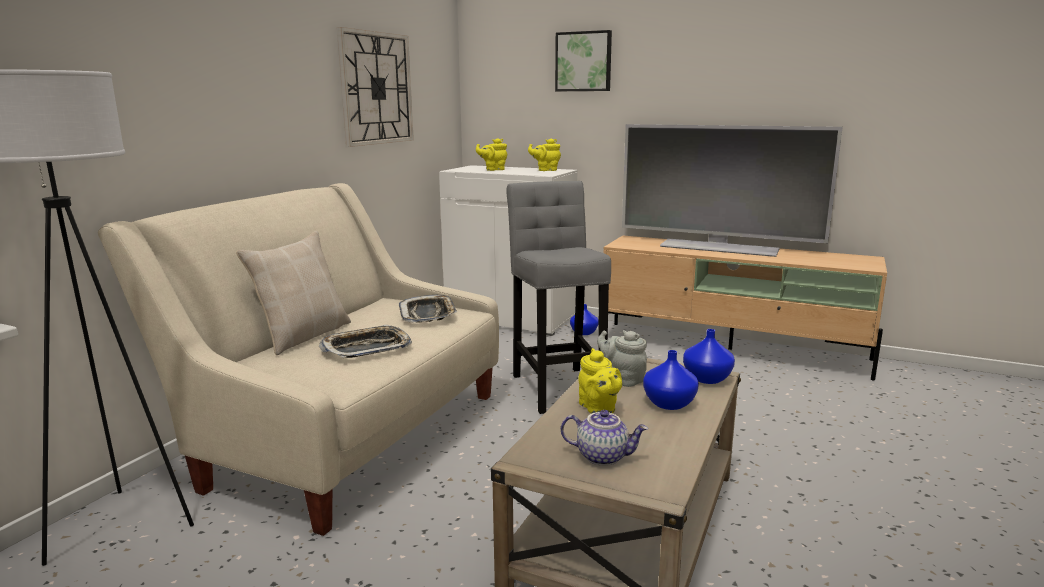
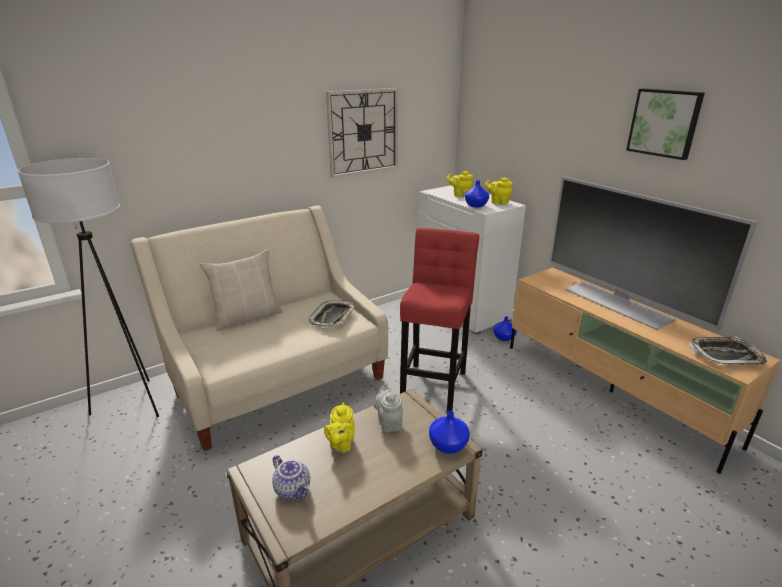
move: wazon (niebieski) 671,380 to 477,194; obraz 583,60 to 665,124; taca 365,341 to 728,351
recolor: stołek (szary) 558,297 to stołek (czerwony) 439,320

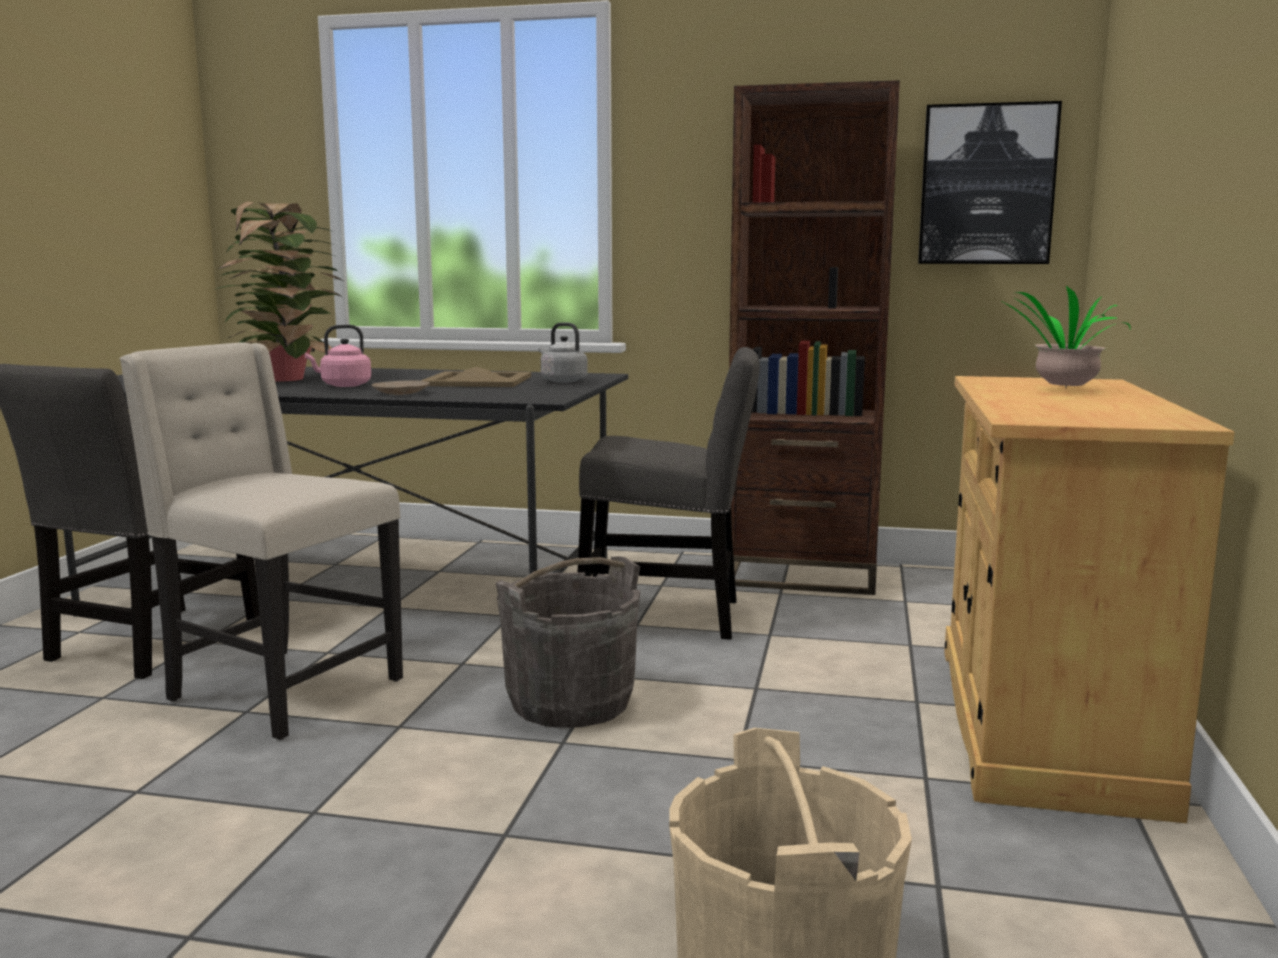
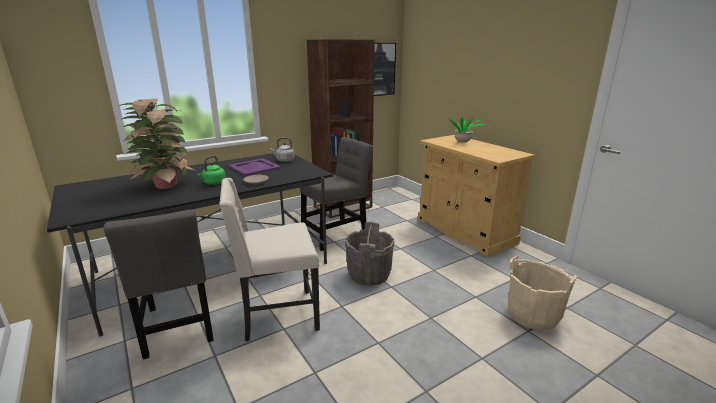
recolor: czajnik (różowy) 338,355 to czajnik (zielony) 211,170; taca (beżowy) 476,377 to taca (fioletowy) 254,167

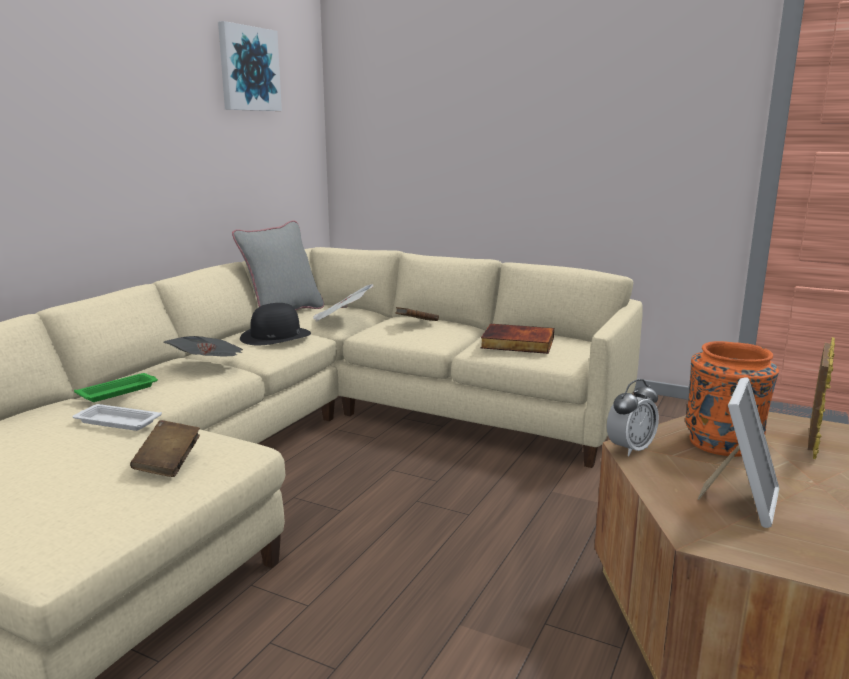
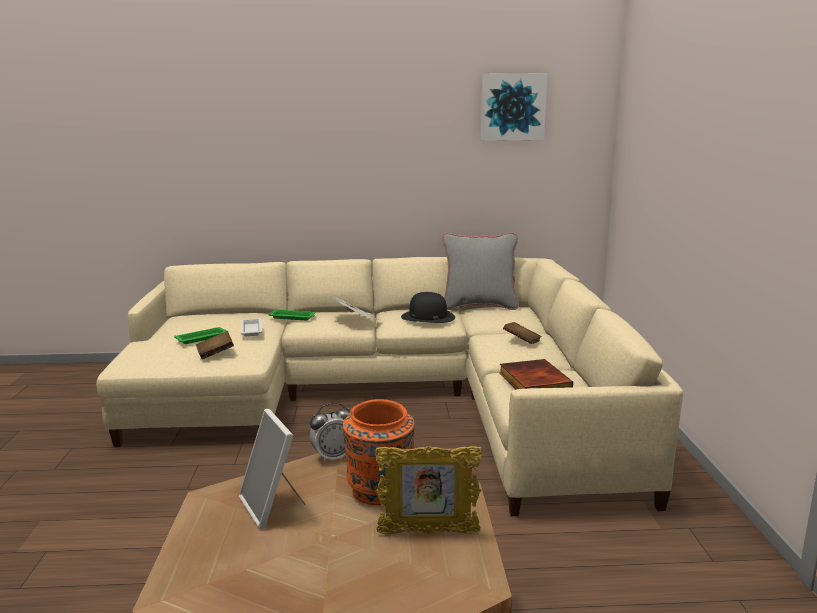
delete: gazeta 343,303
insert: taca (zielony) 200,335
rotate: ramka na zdjęcie 738,452 = 272,469 60 degrees clockwise; budzik 633,418 = 330,433 45 degrees counterclockwise

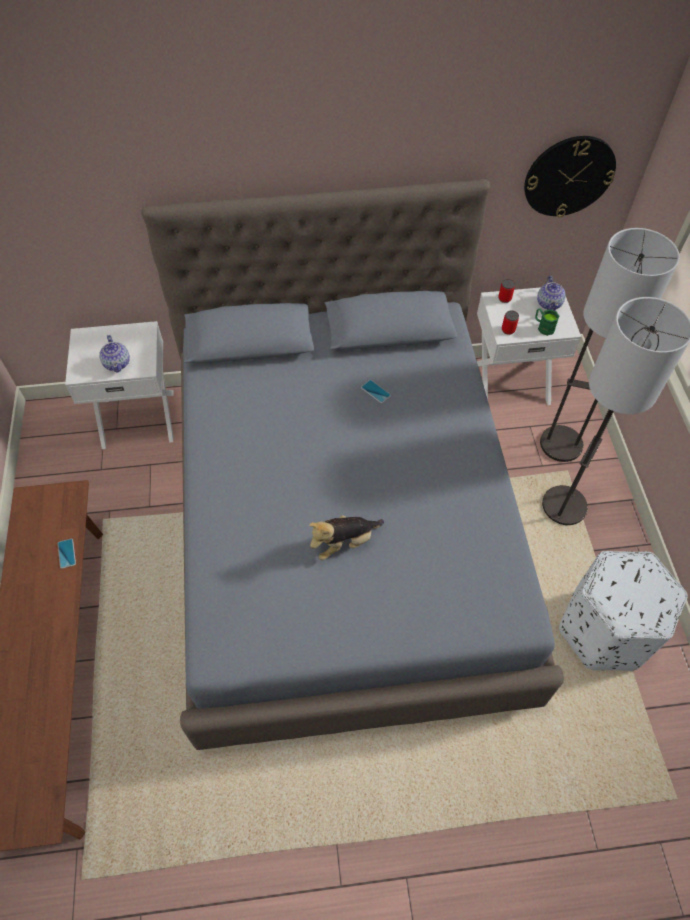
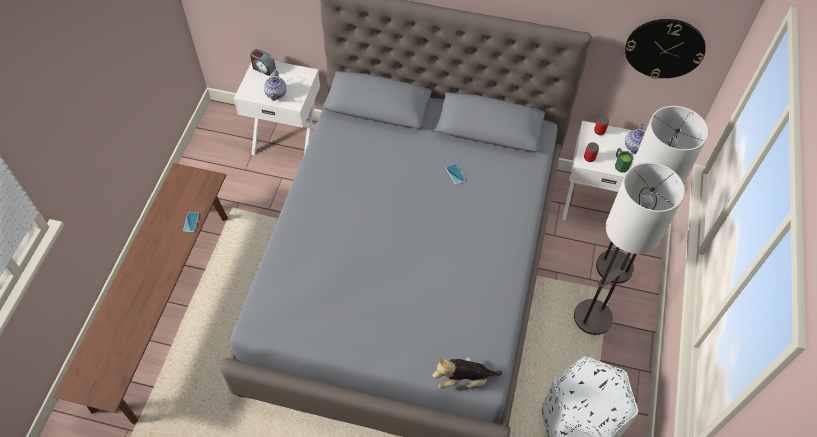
insert: budzik 263,62
move: pluszak 346,538 to 467,373

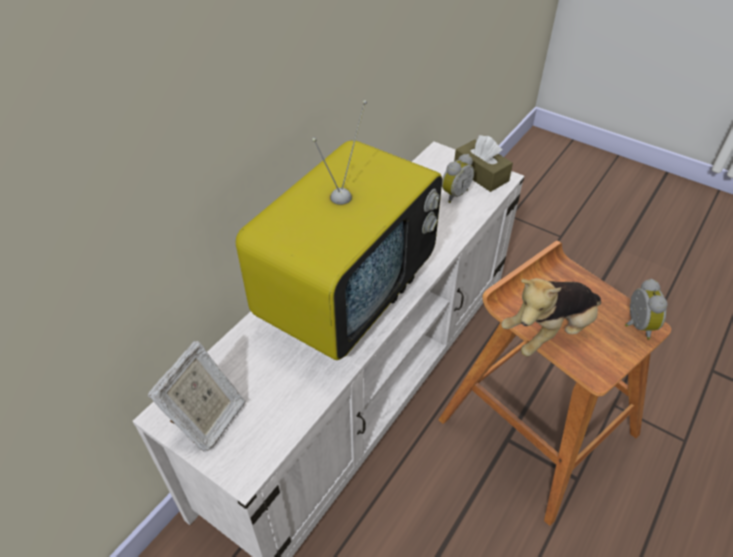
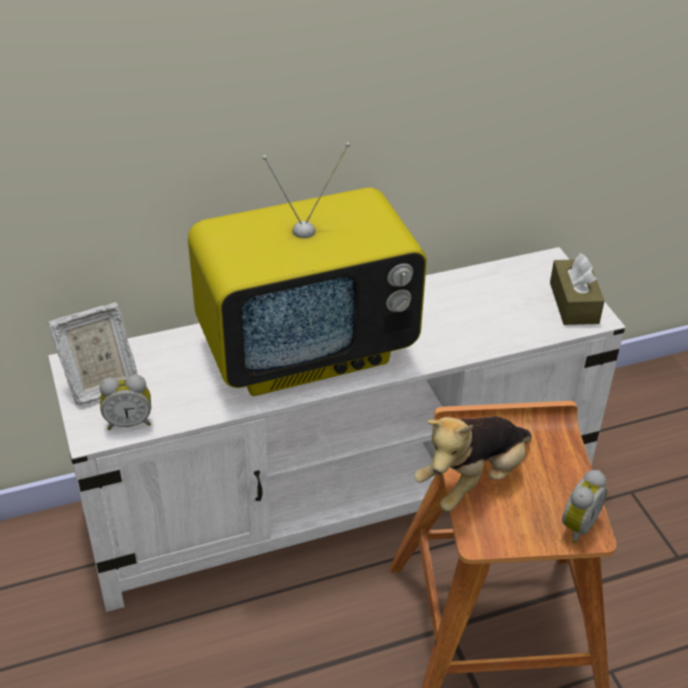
move: budzik 458,178 to 125,402
rotate: pluszak 551,317 = 473,464 45 degrees counterclockwise

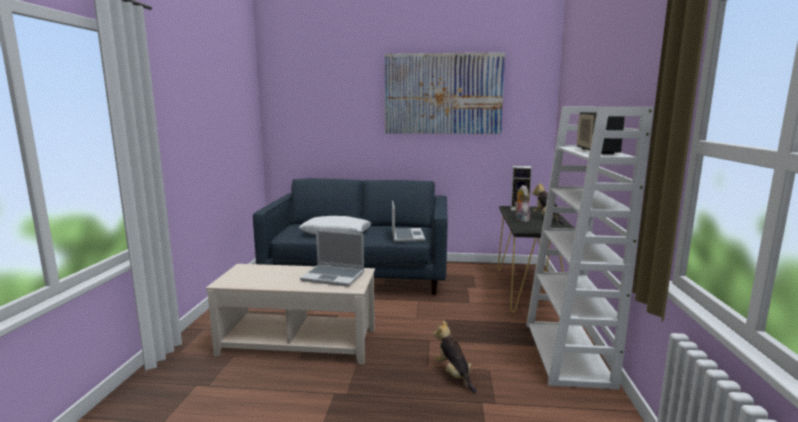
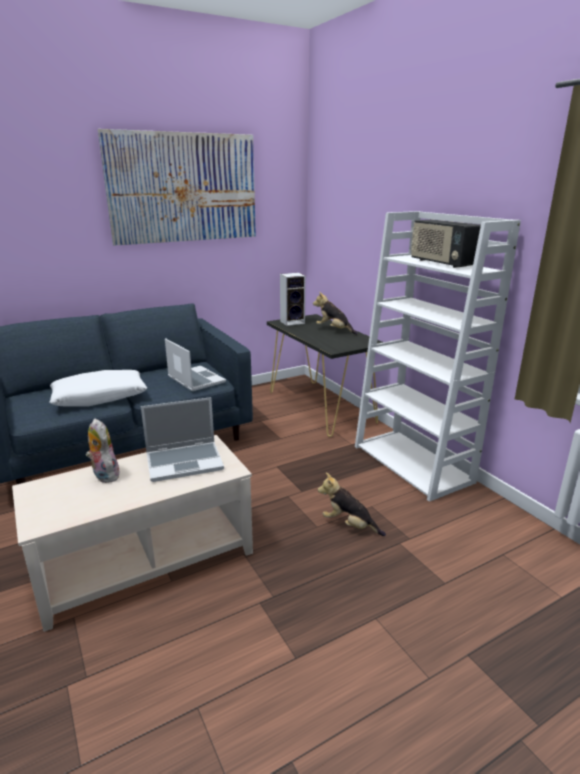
move: pluszak 522,203 to 103,450

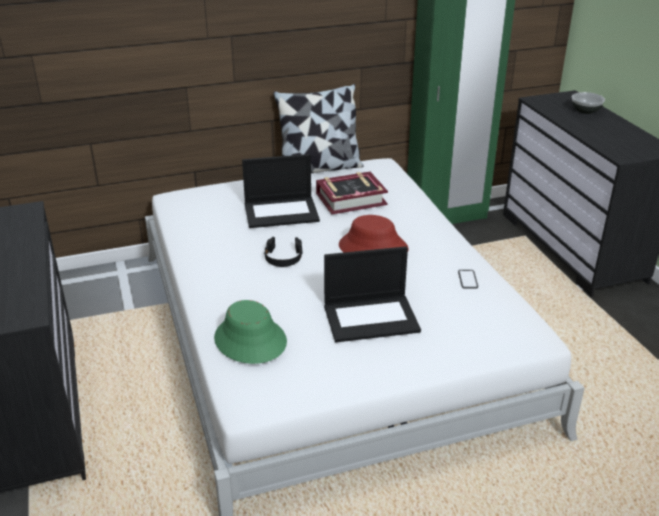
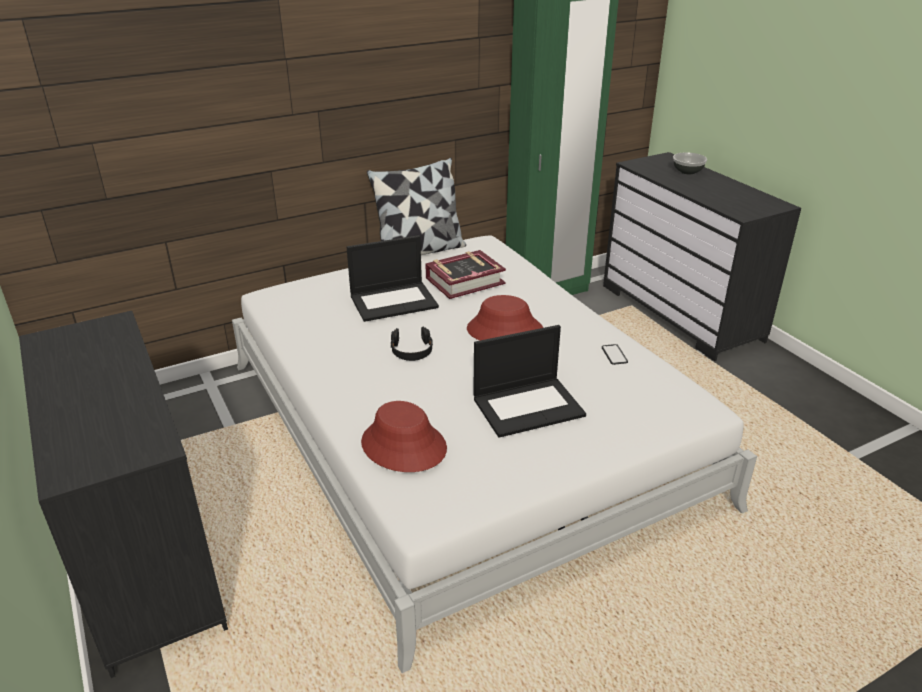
recolor: kapelusz (zielony) 250,332 to kapelusz (czerwony) 404,436

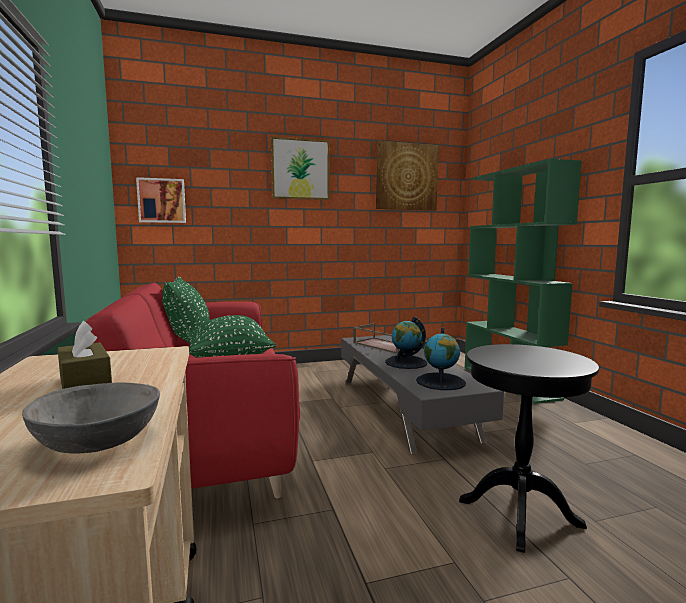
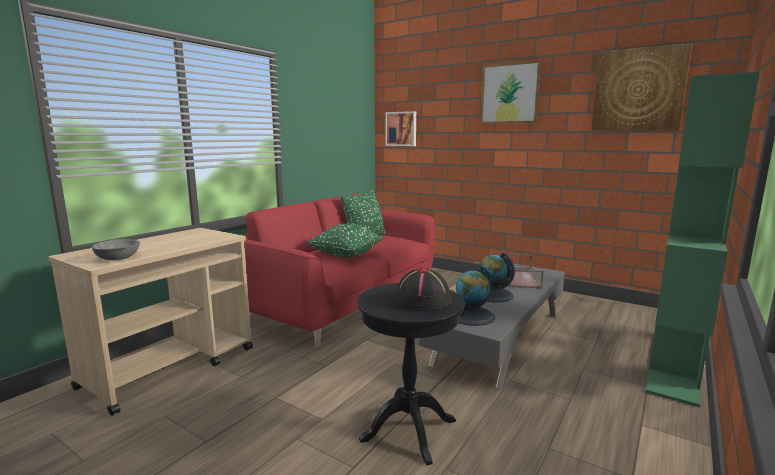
delete: pudełko chusteczek (brązowy) 84,355
insert: kapelusz (czarny) 423,289

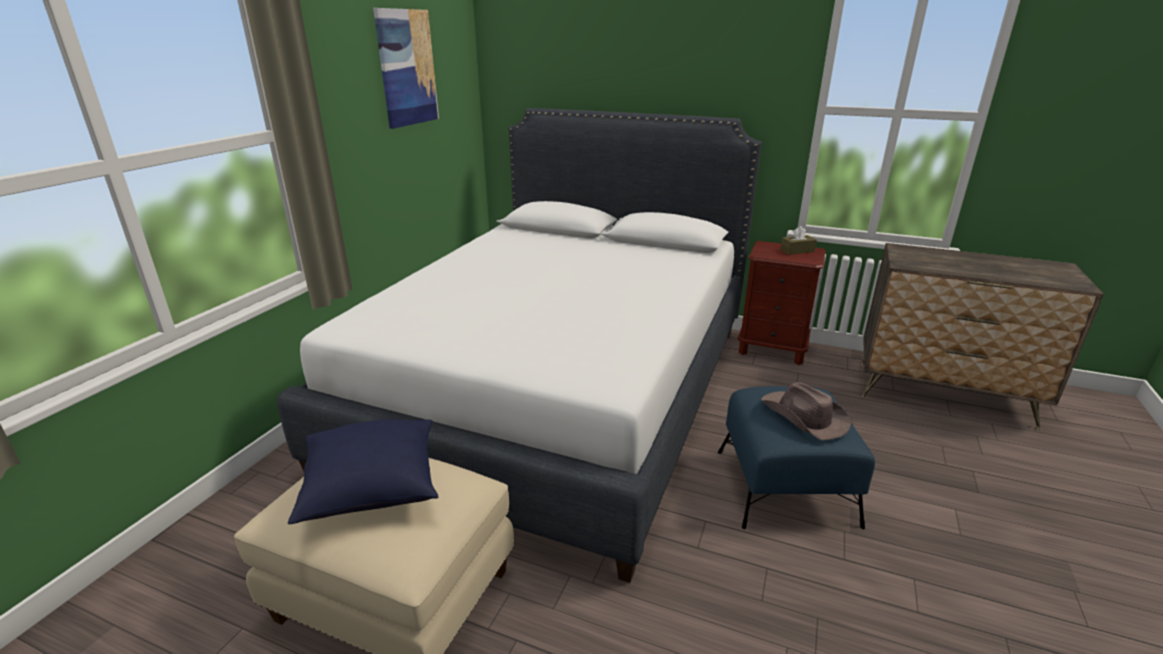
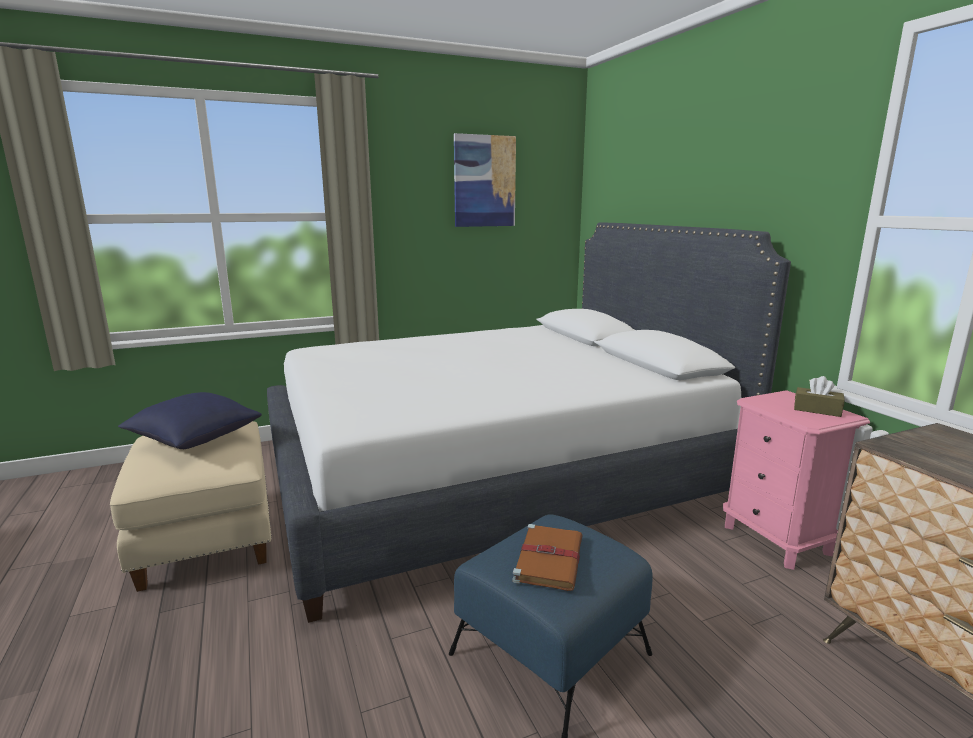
replace: kapelusz (brązowy) 806,411 to książka (brązowy) 547,557
recolor: szafka nocna (brązowy) 781,303 to szafka nocna (różowy) 796,480

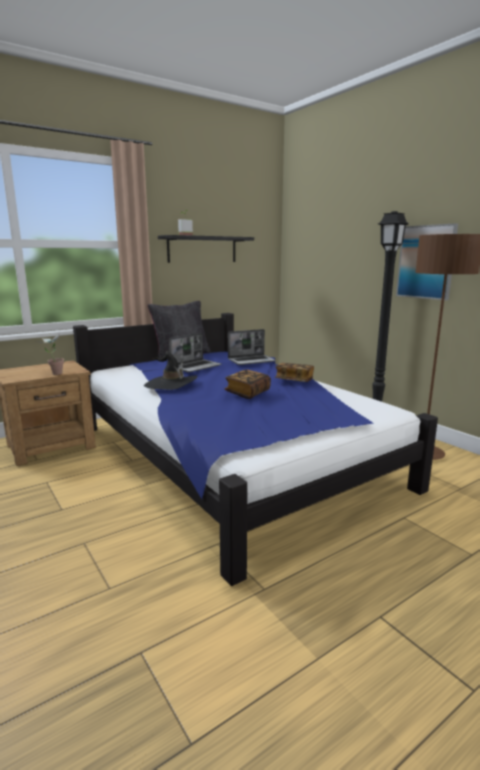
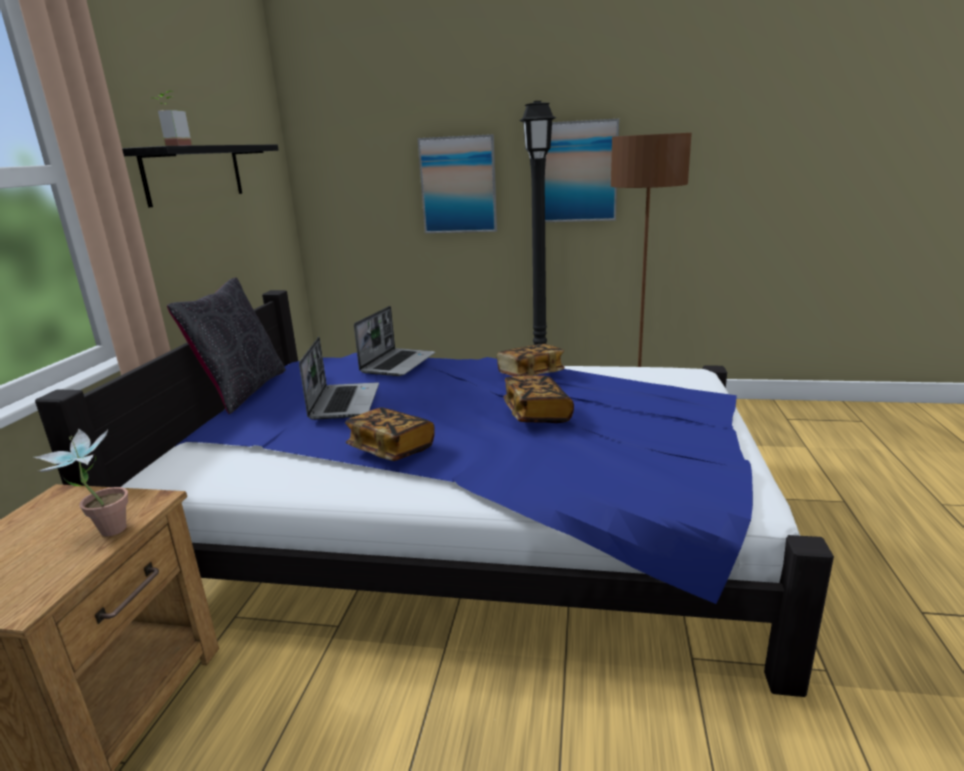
insert: obraz 457,183
replace: kapelusz (czarny) 171,370 to książka 390,434

